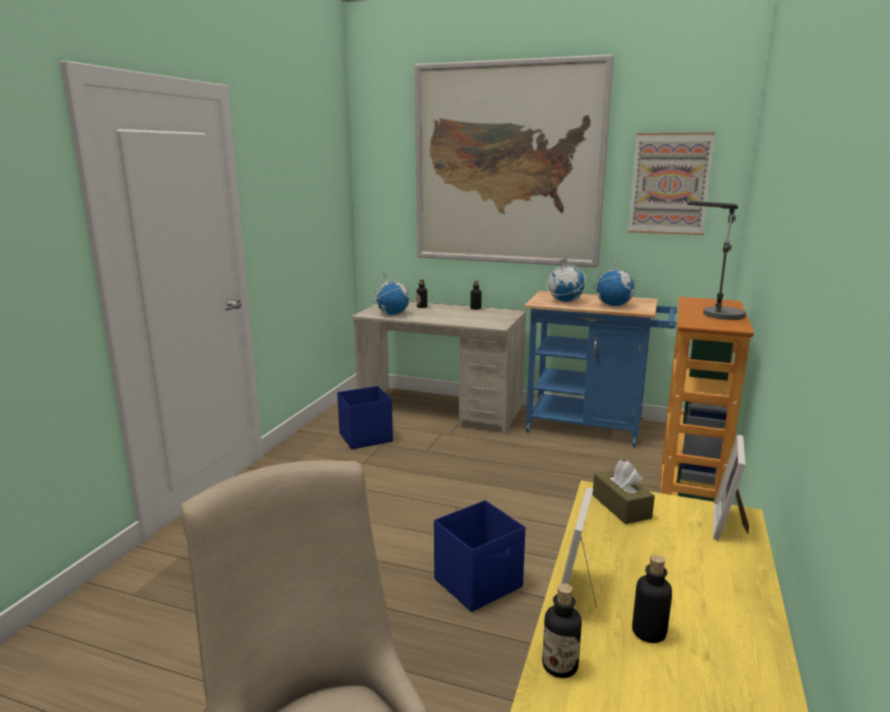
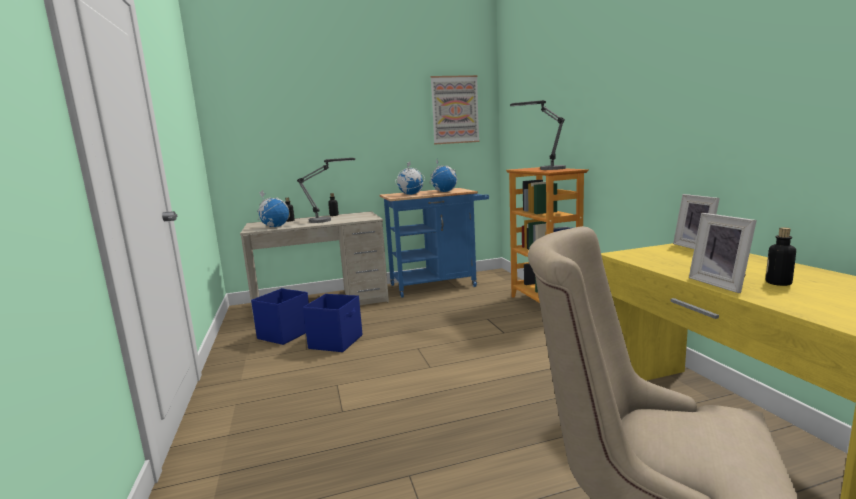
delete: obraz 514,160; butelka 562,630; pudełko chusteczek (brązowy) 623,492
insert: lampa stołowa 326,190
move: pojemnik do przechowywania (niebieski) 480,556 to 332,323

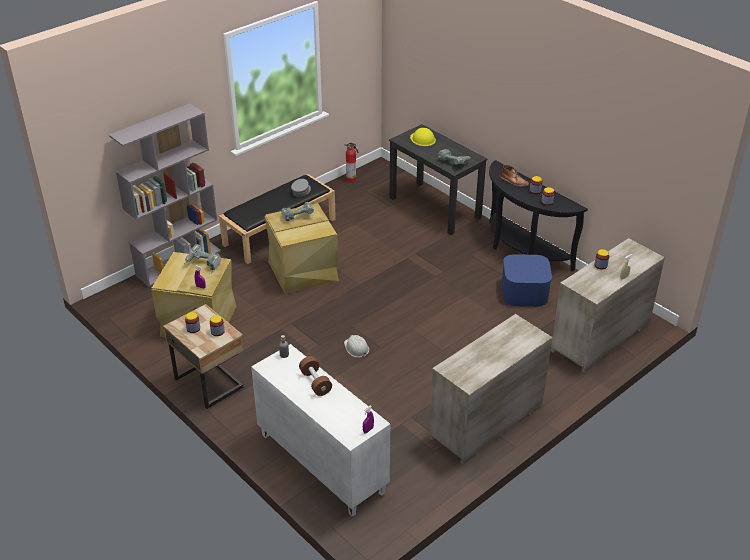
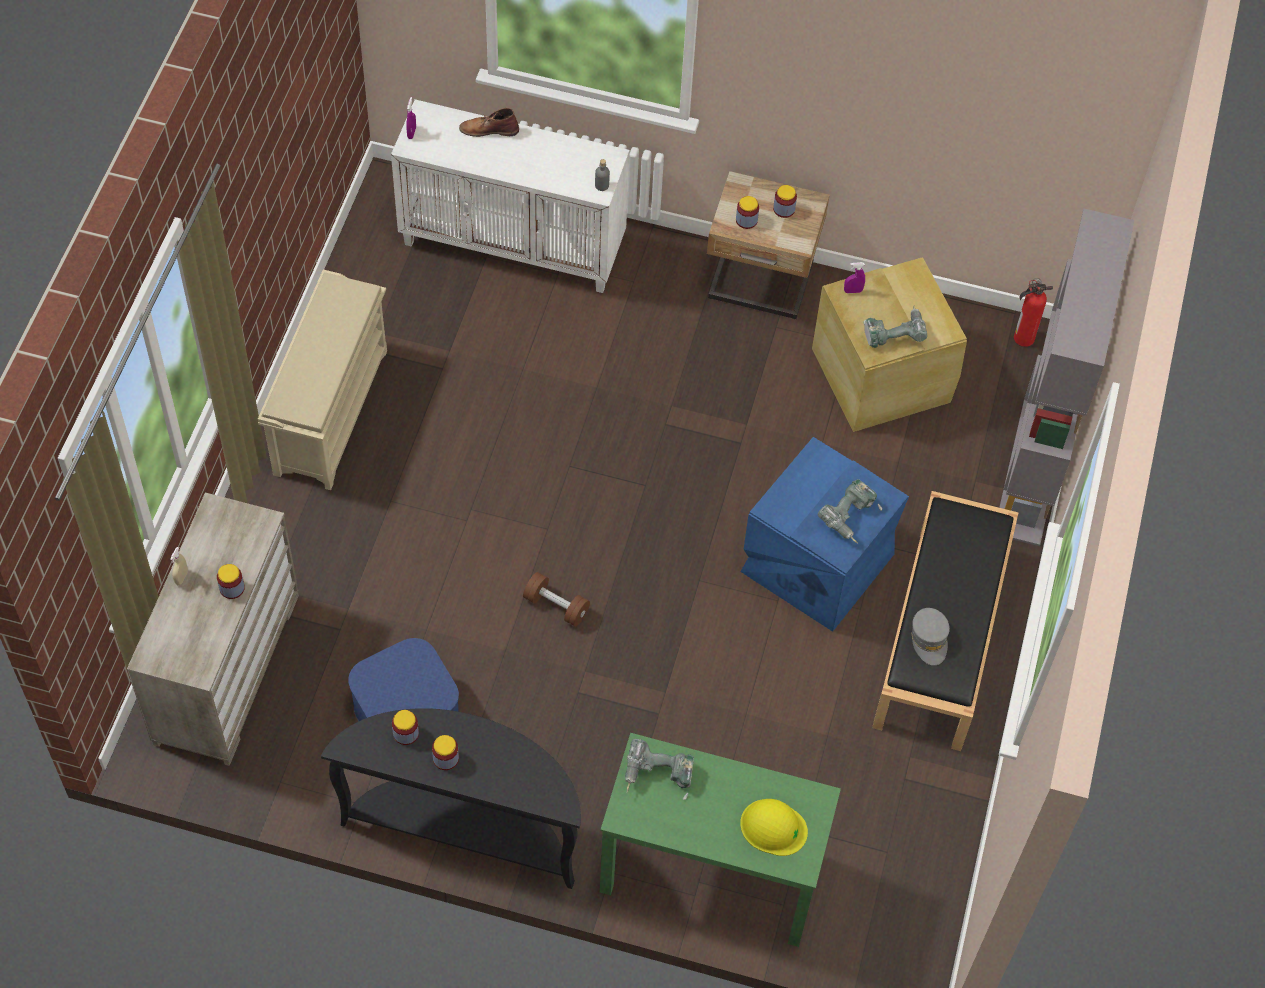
delete: kask (biały) 356,346
move: but z cholewką (brązowy) 514,176 to 489,122; hantel (brązowy) 315,376 to 556,599; gaśnica 352,163 to 1033,312
replace: komoda (beżowy) 490,389 to regał na buty (beżowy) 322,379
recolor: biurko (czarny) 438,179 to biurko (zielony) 720,840; pojemnik do przechowywania (beżowy) 302,248 to pojemnik do przechowywania (niebieski) 825,534

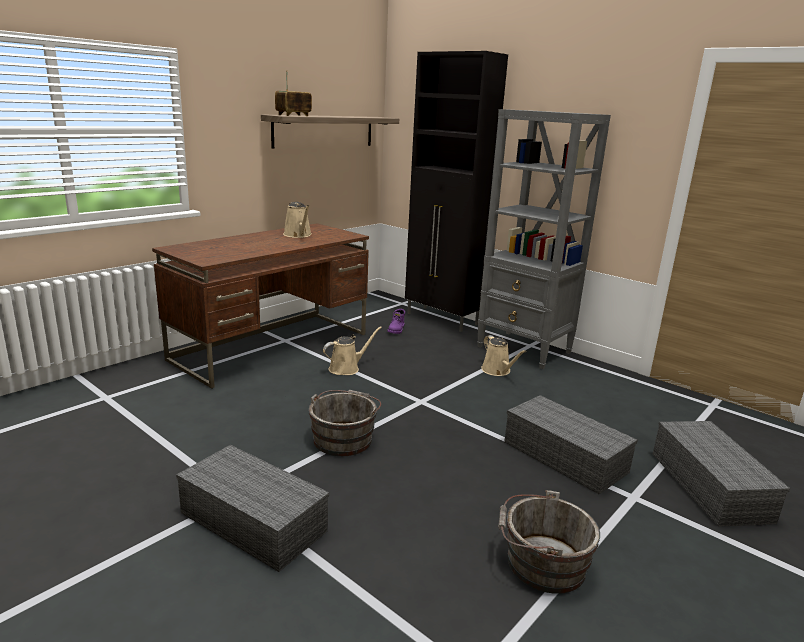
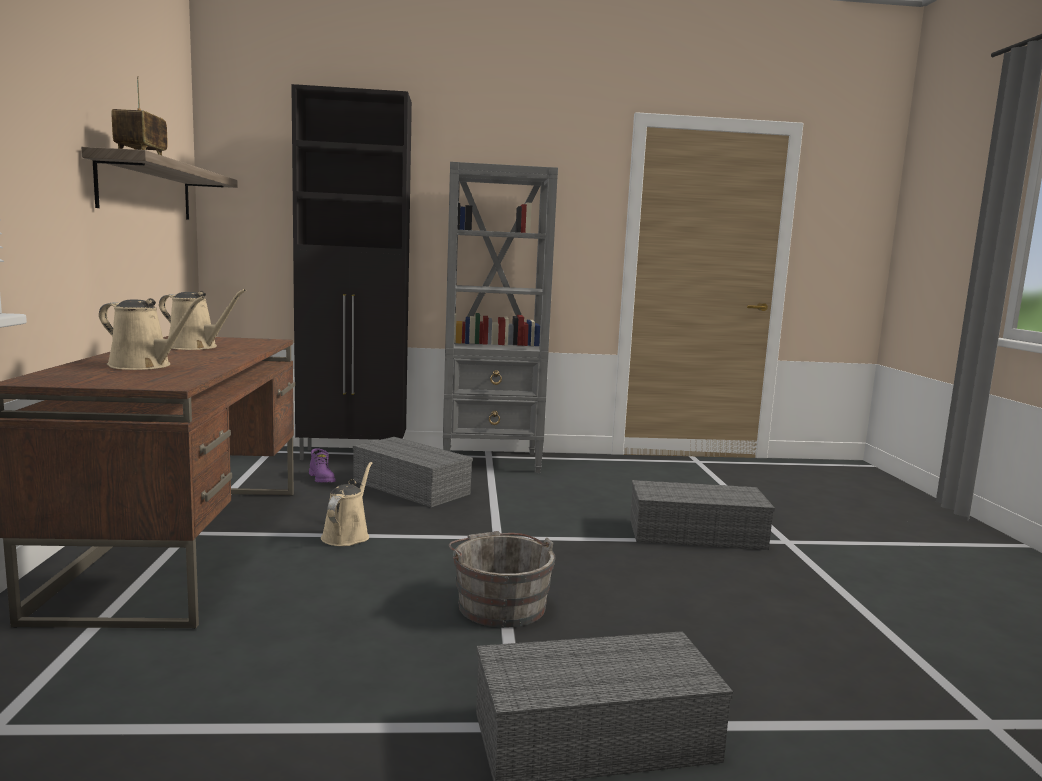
delete: wiadro (szary) 549,542
move: konewka (beżowy) 504,355 to 152,333; pojemnik do przechowywania (szary) 721,474 to 413,472

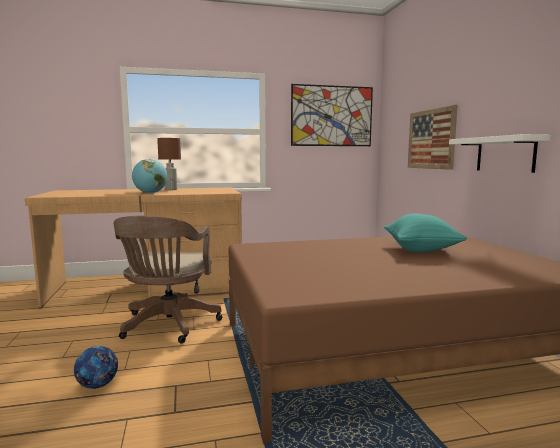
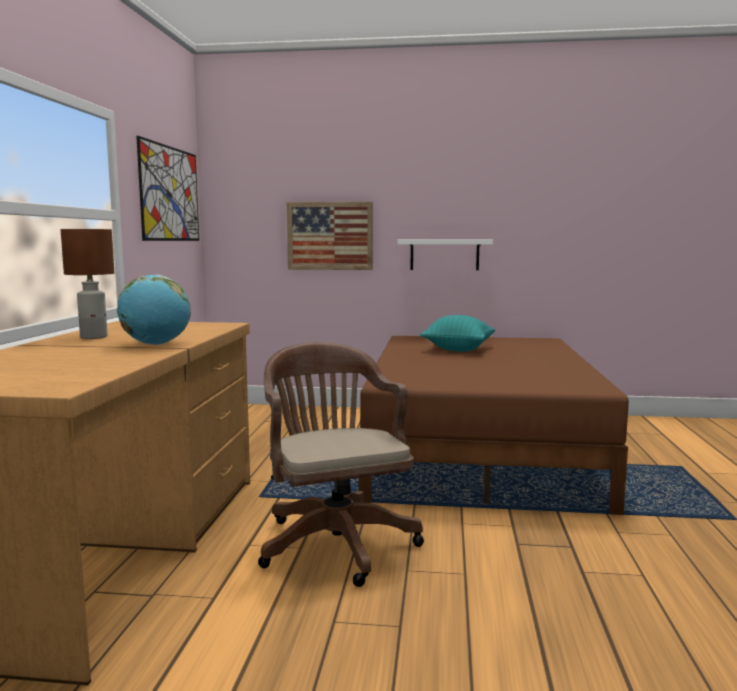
delete: piłka futbolowa 96,367
rotate: krzesło biurowe (brązowy) 168,279 = 341,464 135 degrees counterclockwise

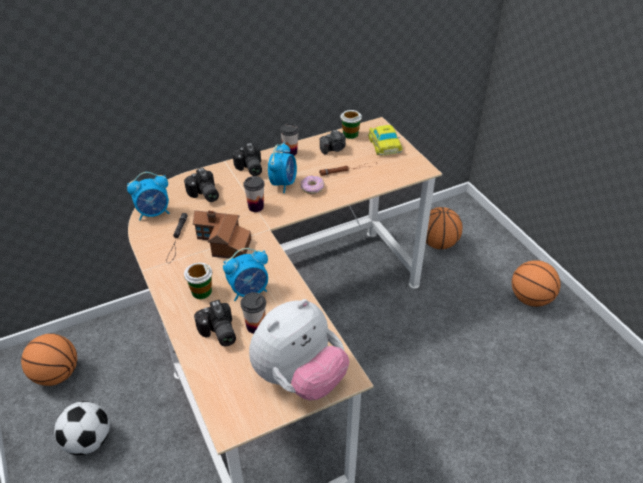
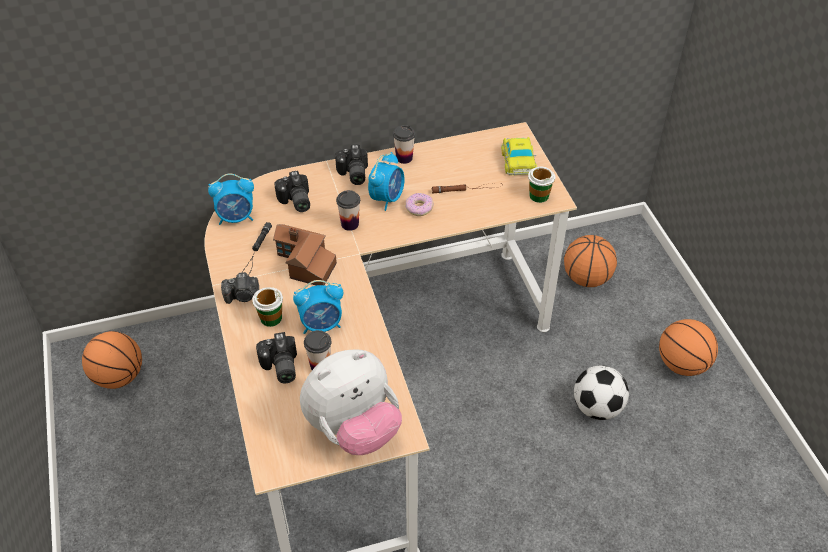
move: aparat fotograficzny 333,142 to 240,288; filiżanka 351,124 to 541,185; piłka futbolowa 82,428 to 601,392

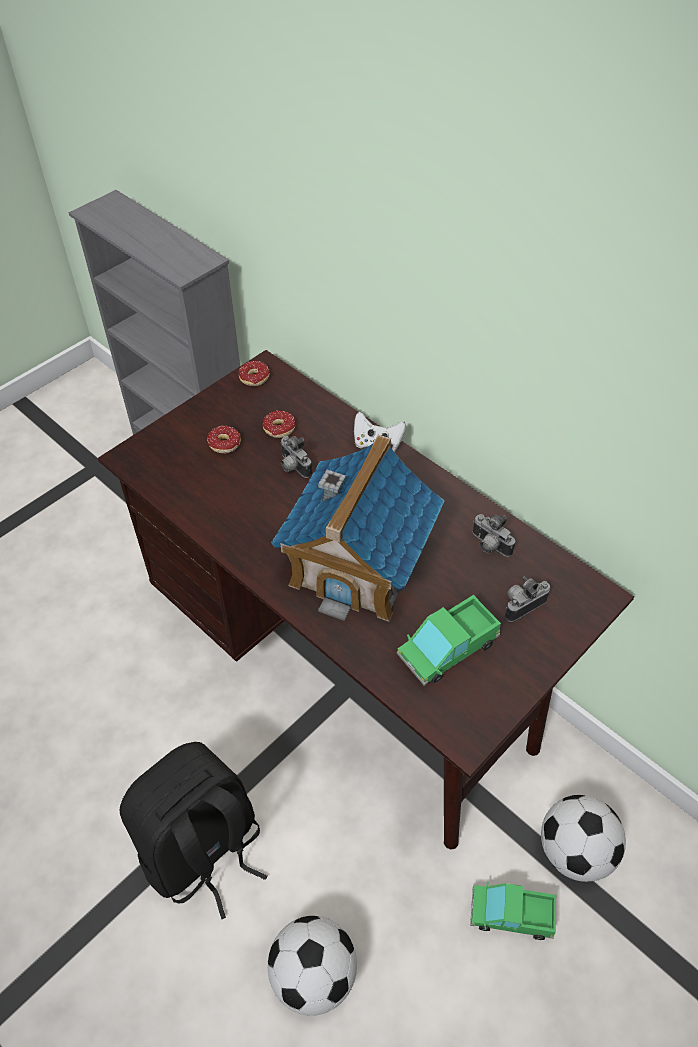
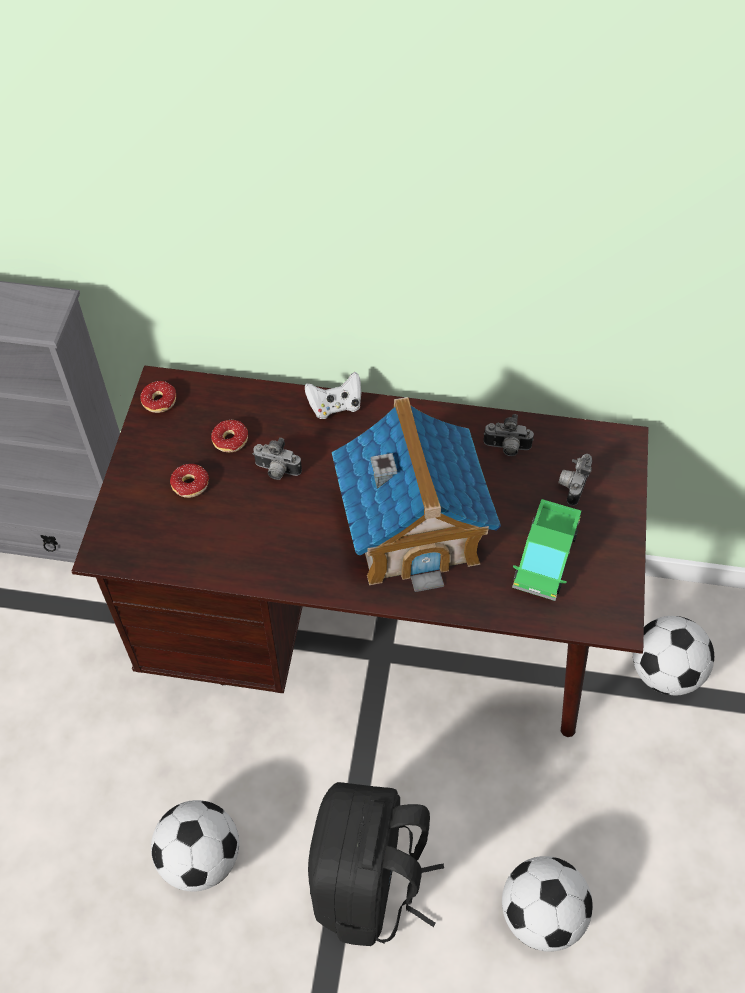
delete: ciężarówka zabawkowa 513,911
insert: piłka futbolowa 195,845

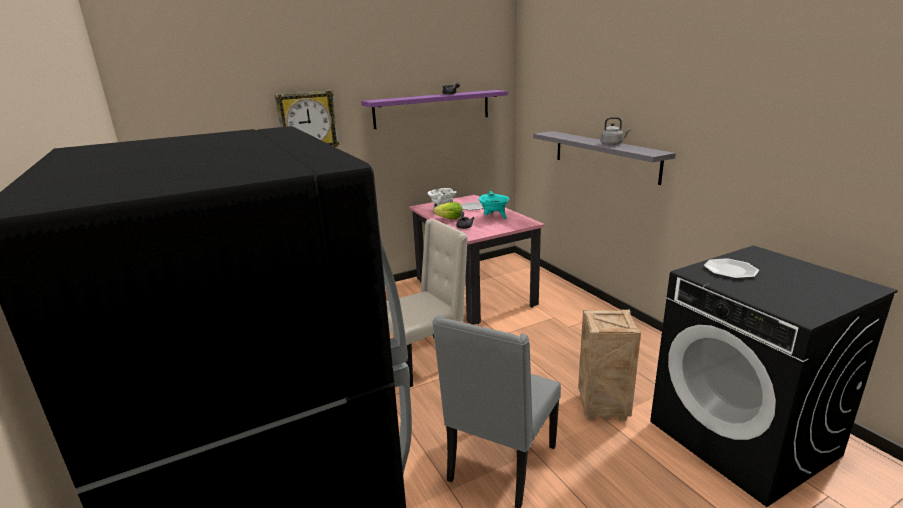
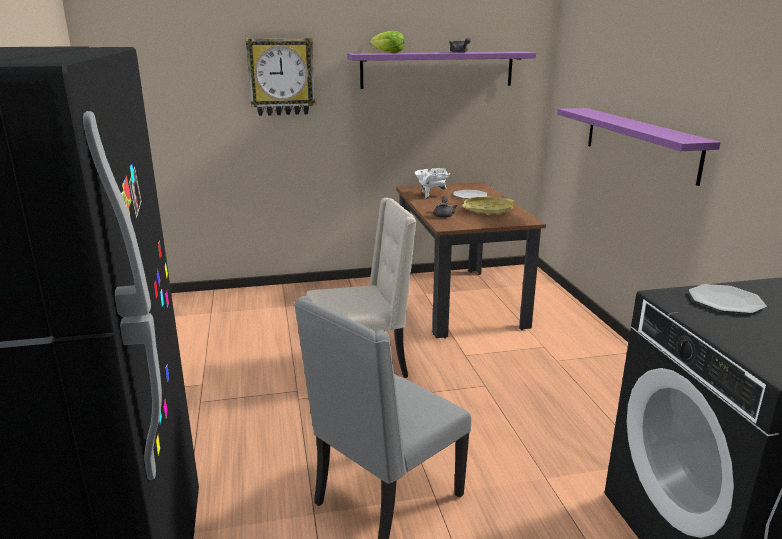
delete: skrzynka 609,365; czajnik (szary) 615,131
move: sałata 447,210 to 387,42
replace: garnek (turkusowy) 494,205 to taca (żółty) 488,206
recolor: stół jadalny (różowy) 477,260 to stół jadalny (brązowy) 471,260; półka (szary) 604,158 to półka (fioletowy) 639,147

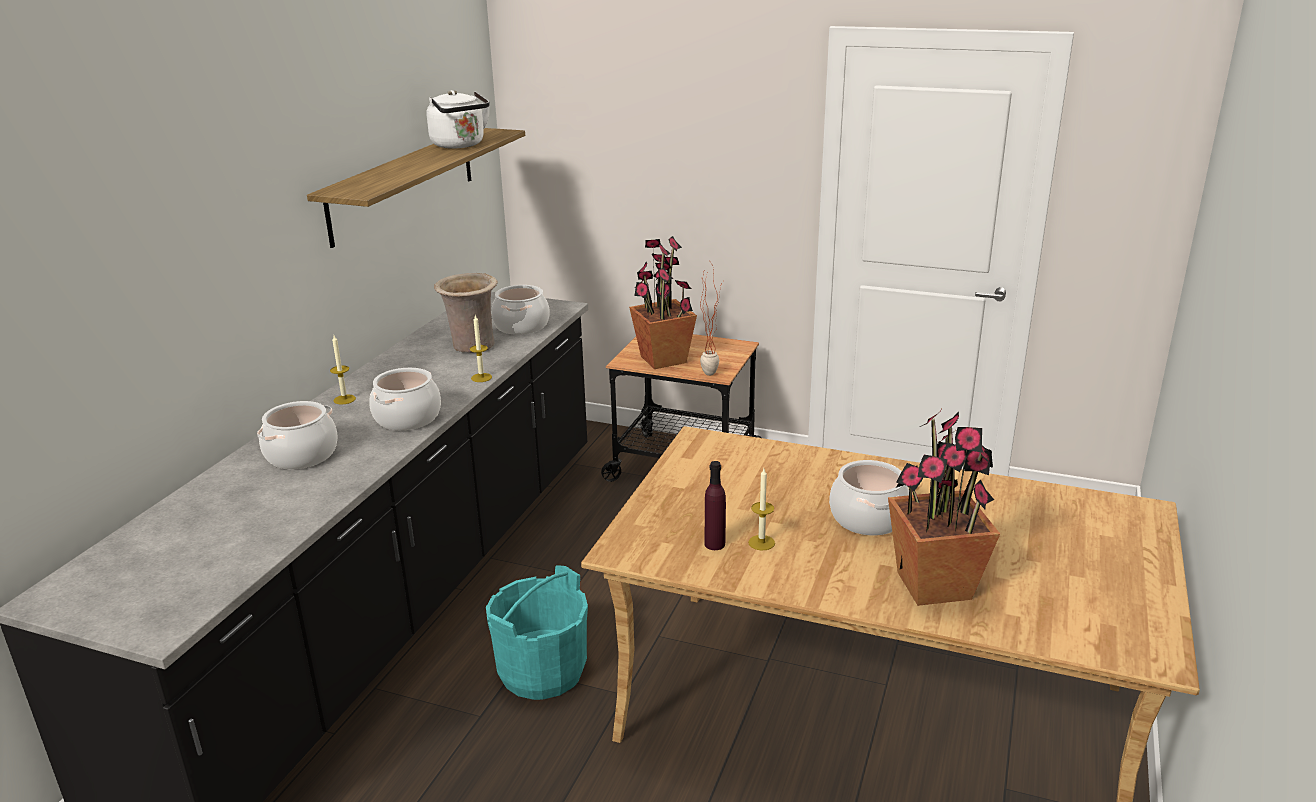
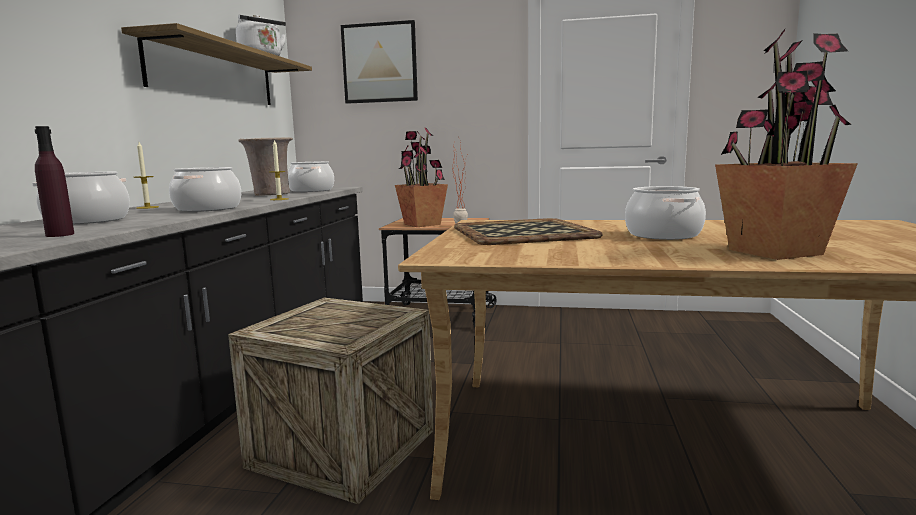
delete: świeca 761,509
insert: obraz 379,62; taca 528,231
move: butelka (fioletowy) 715,505 to 54,181
replace: wiadro (turkusowy) 537,632 to skrzynka 330,401

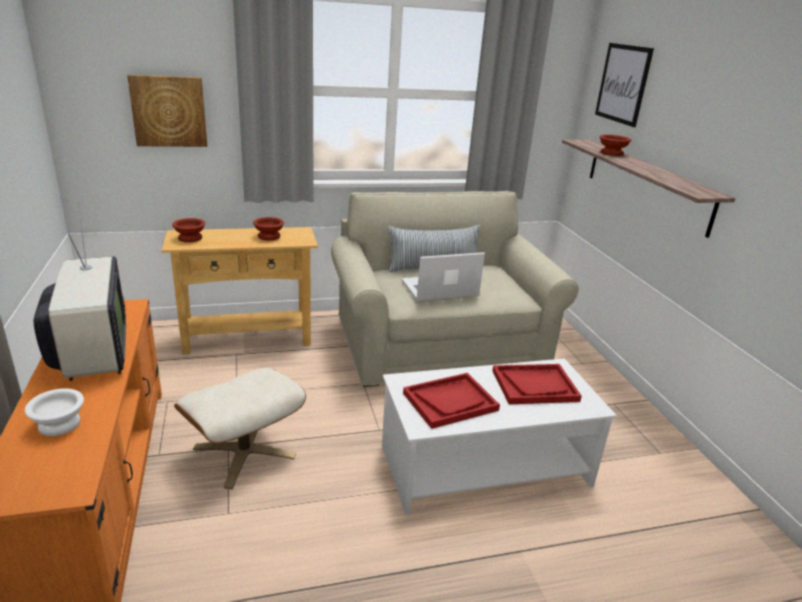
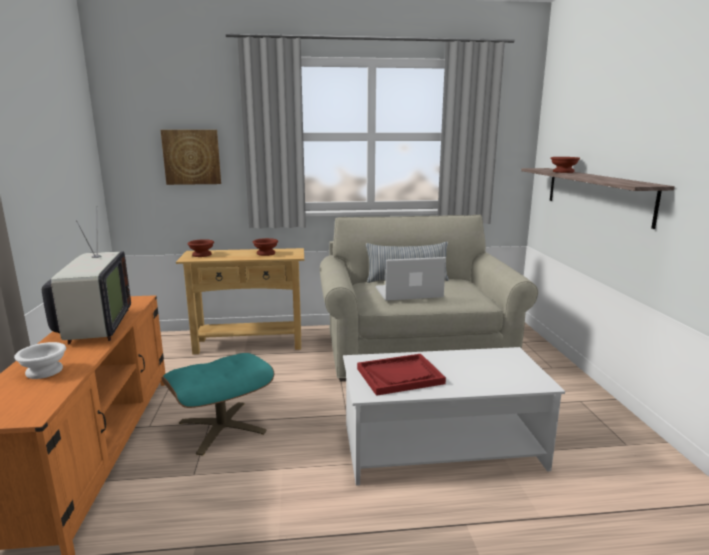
delete: taca (czerwony) 537,384; obraz 624,85
recolor: pufa (beżowy) 240,428 to pufa (turkusowy) 218,404

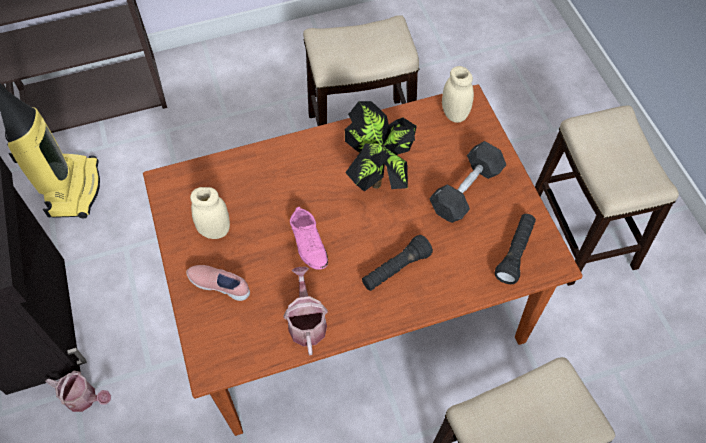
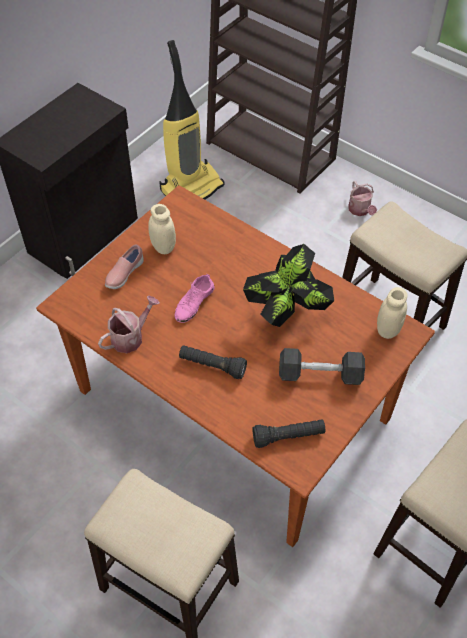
move: konewka 78,391 to 362,198
rotate: but (różowy) 218,283 = 124,266 135 degrees counterclockwise

